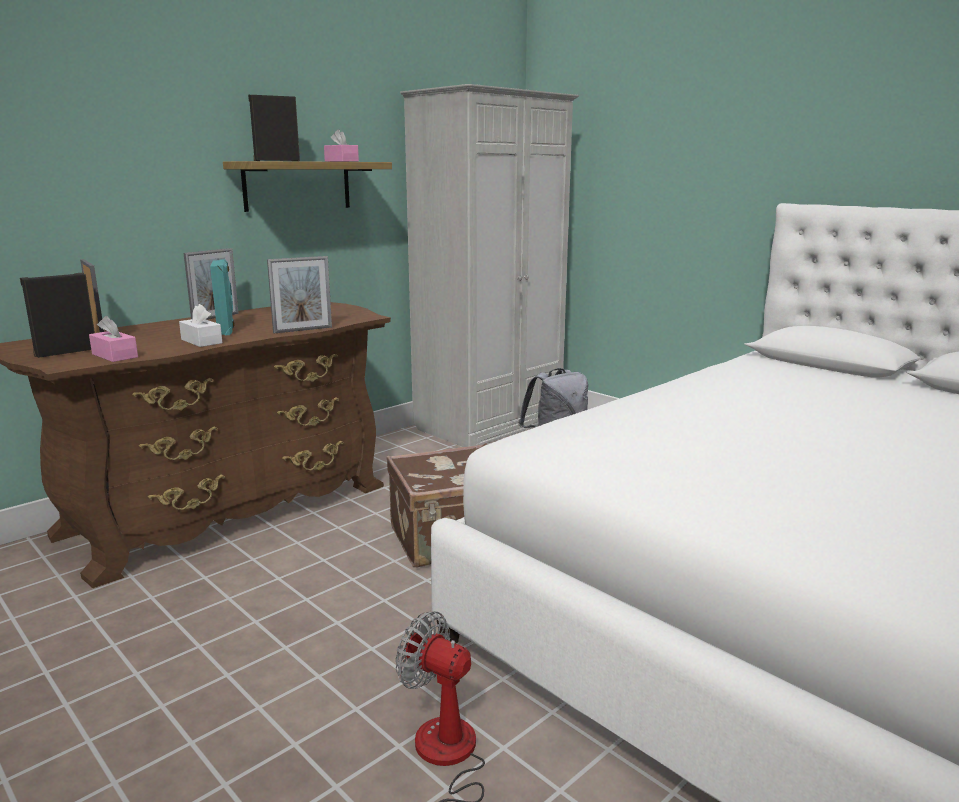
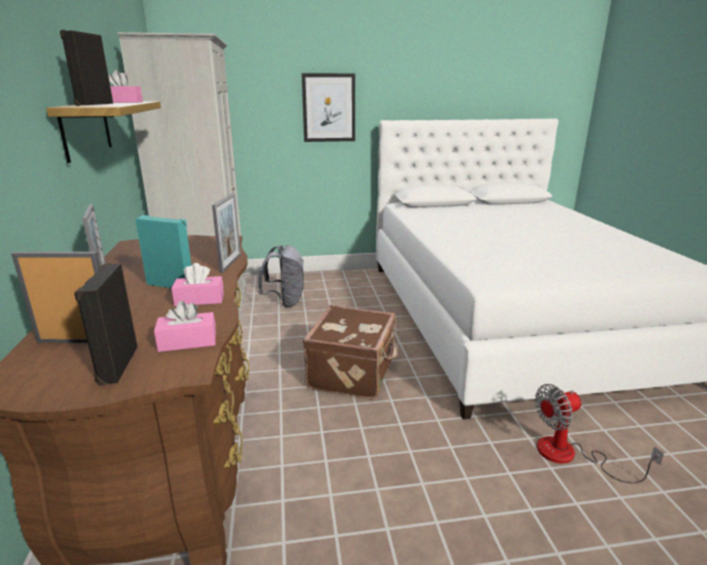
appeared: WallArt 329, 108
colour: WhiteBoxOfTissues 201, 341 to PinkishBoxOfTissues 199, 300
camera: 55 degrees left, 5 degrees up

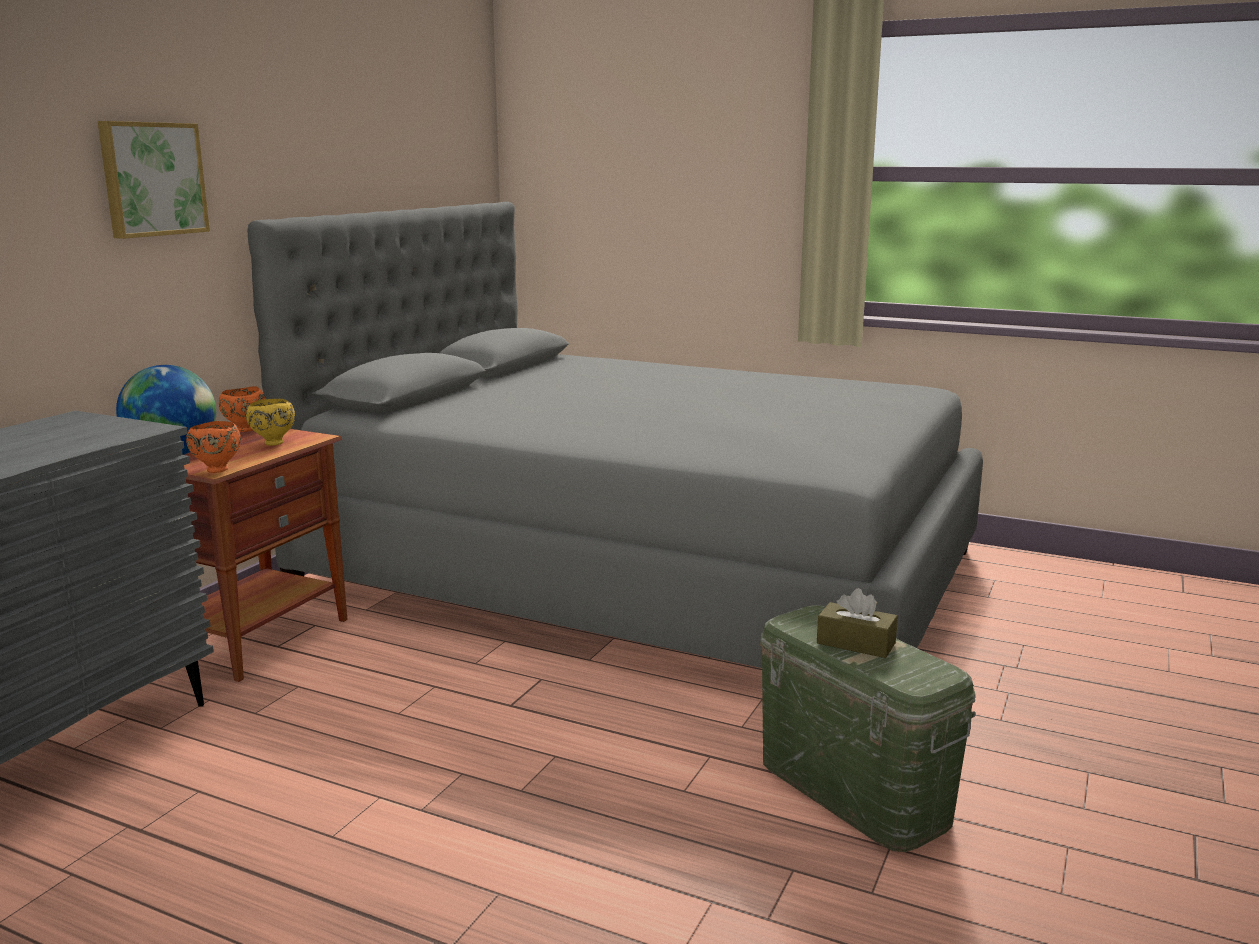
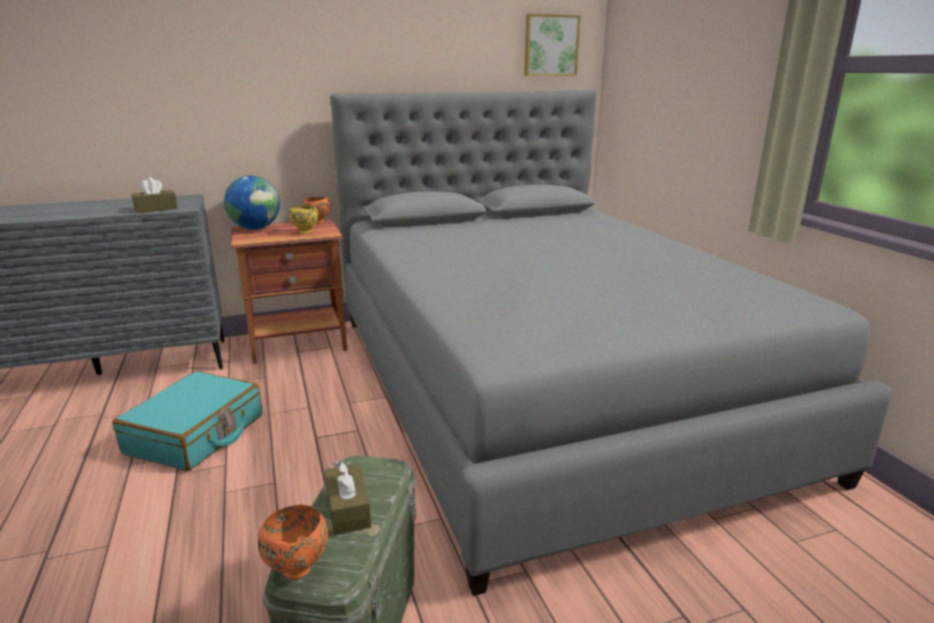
appeared: TurquoiseColouredPieceOfLuggage 196, 434; BrownColouredBoxOfTissues 156, 209
relocated: WallArt 152, 179 to 550, 45; OrangeColouredDeepDish 217, 469 to 298, 568
camera: 45 degrees right, 5 degrees up

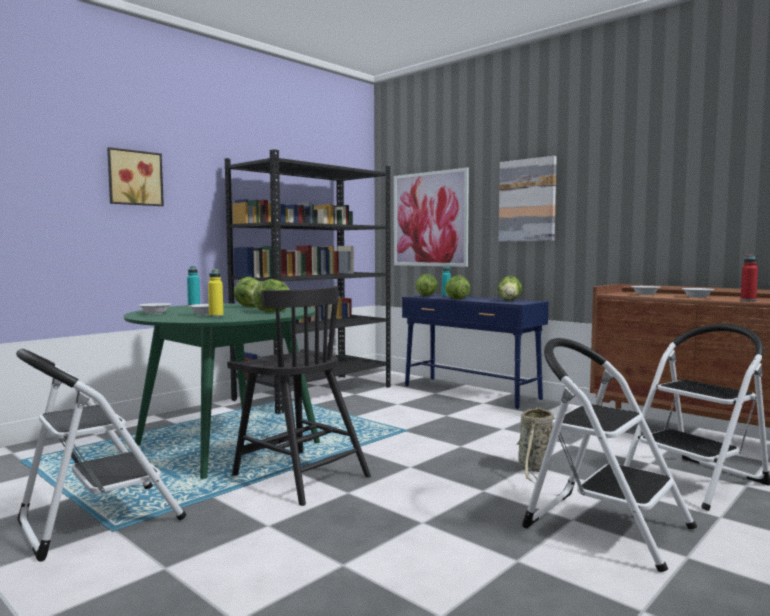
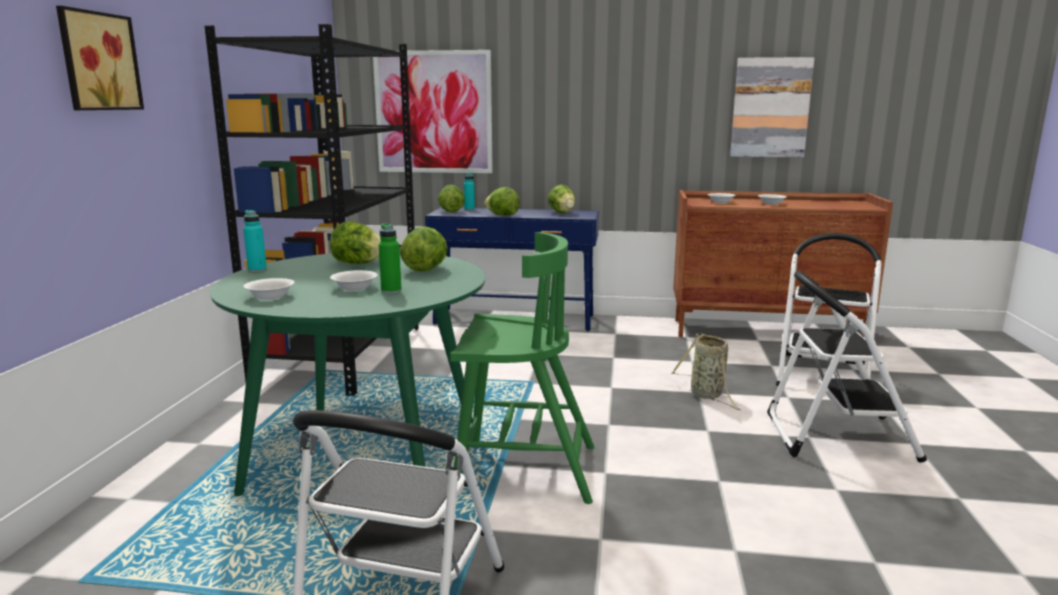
missing: RedColouredBeverageBottle 748, 300
relocated: WallArt 527, 200 to 770, 108
colour: YellowColouredBeverageBottle 216, 316 to GreenishBeverageBottle 391, 291; BlackUprightChair 298, 475 to GreenishUprightChair 522, 469
camera: 35 degrees left, 10 degrees up

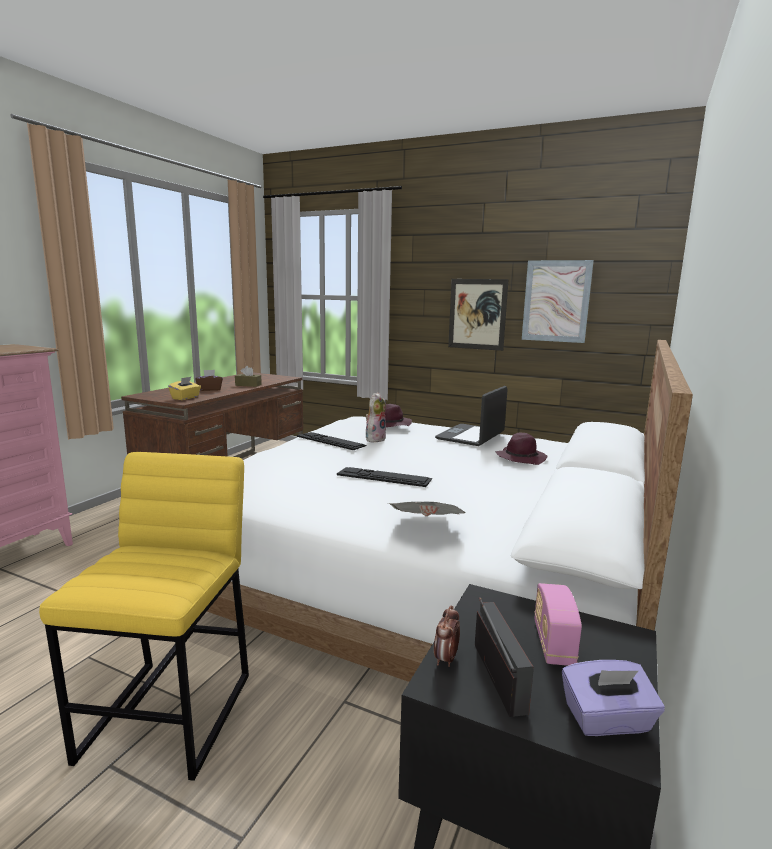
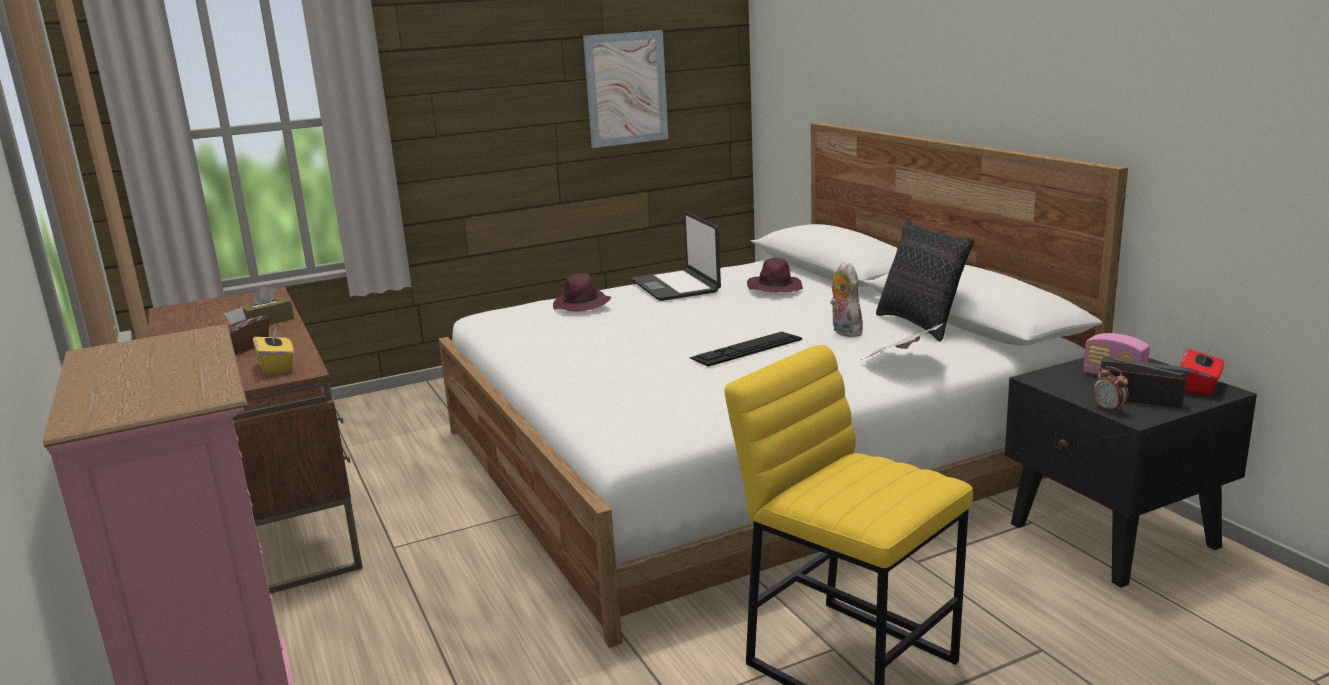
missing: Keyboard 330, 441; WallArt 477, 314
appeared: BlackPillow 919, 325
relocated: PlushToy 375, 439 to 844, 332
colour: PurpleBoxOfTissues 607, 720 to RedColouredBoxOfTissues 1199, 387
camera: 50 degrees left, 5 degrees up

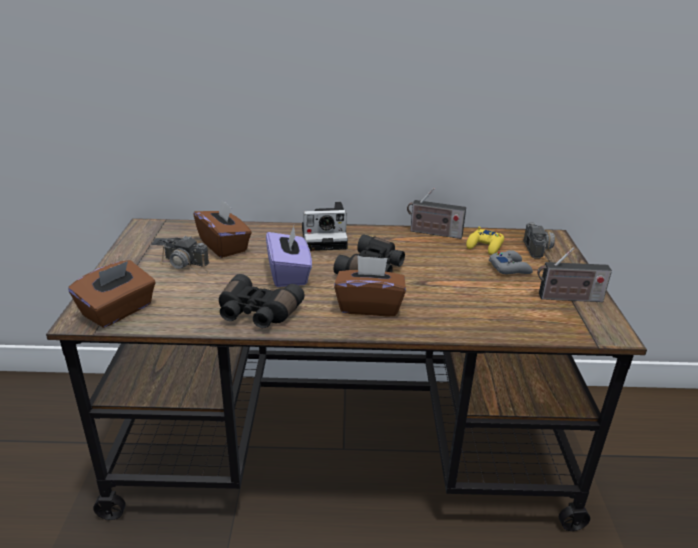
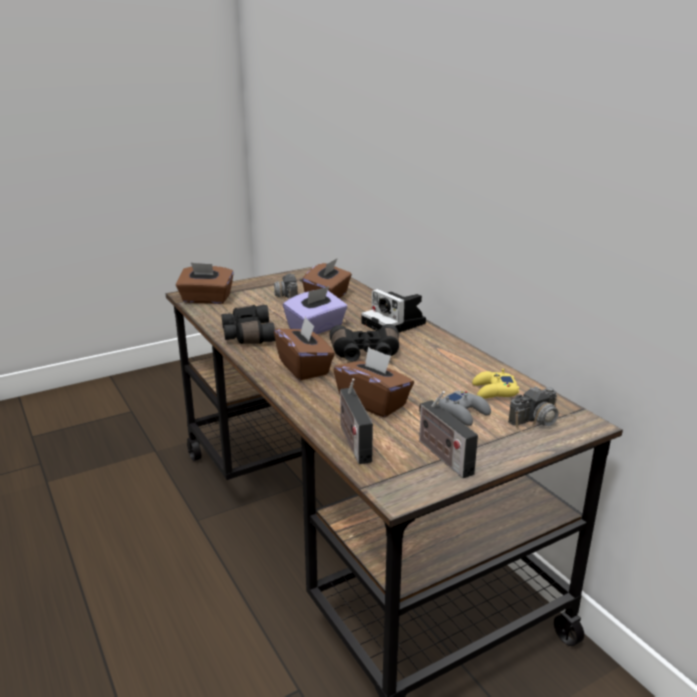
appeared: BrownColouredBoxOfTissues 373, 403
relocated: RadioSet 433, 233 to 353, 441
camera: 60 degrees right, 5 degrees down

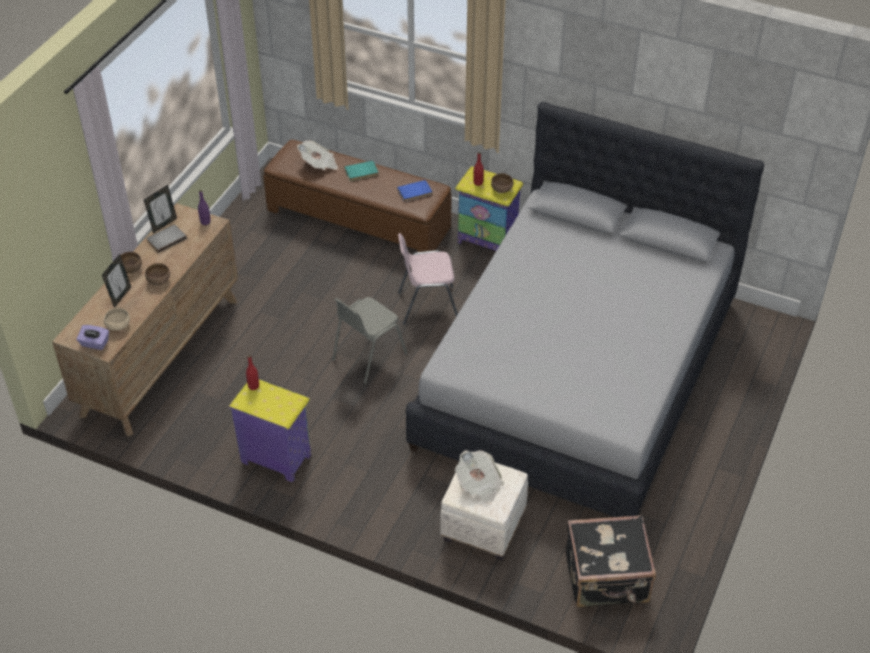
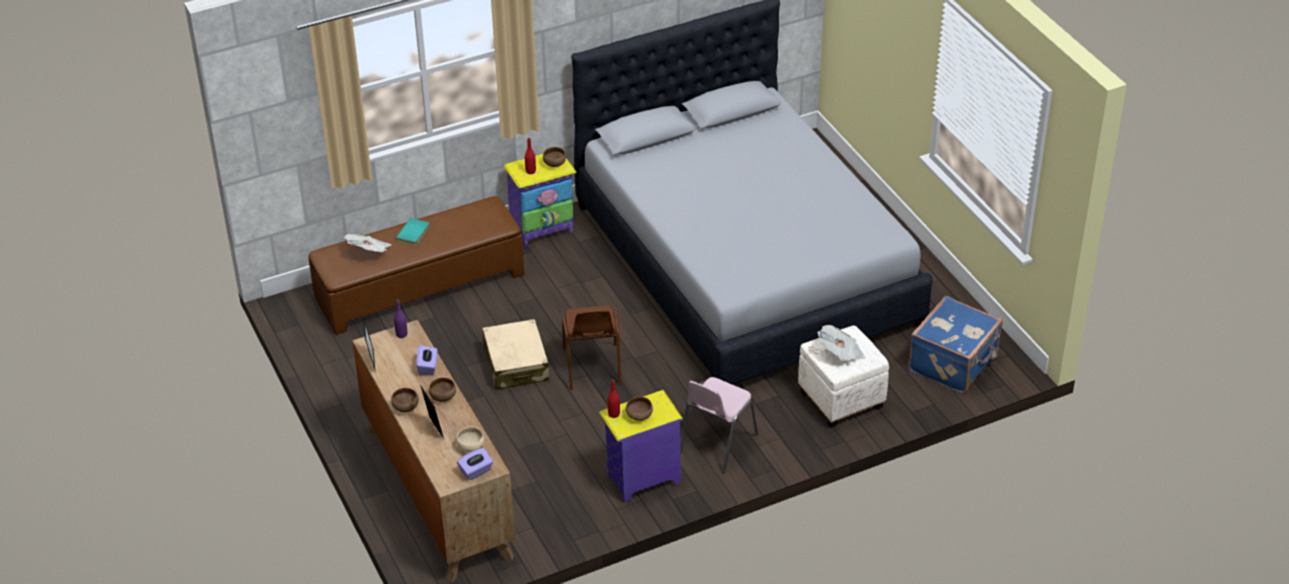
missing: GreyVolume 166, 239; BlueVolume 415, 193
appeared: PurpleBoxOfTissues 428, 367; BeigeColouredPieceOfLuggage 516, 364; BrownColouredDeepDish 639, 416
relocated: PinkishUprightChair 427, 305 to 716, 443
colour: GreyUprightChair 368, 356 to BrownColouredUprightChair 592, 367; BlackPieceOfLuggage 607, 579 to BluePieceOfLuggage 954, 364
camera: 50 degrees left, 5 degrees down

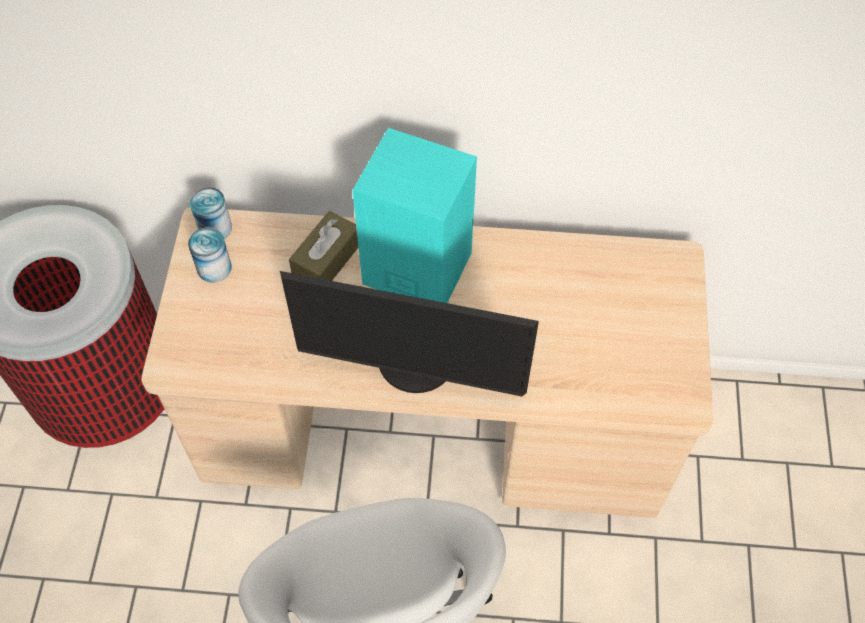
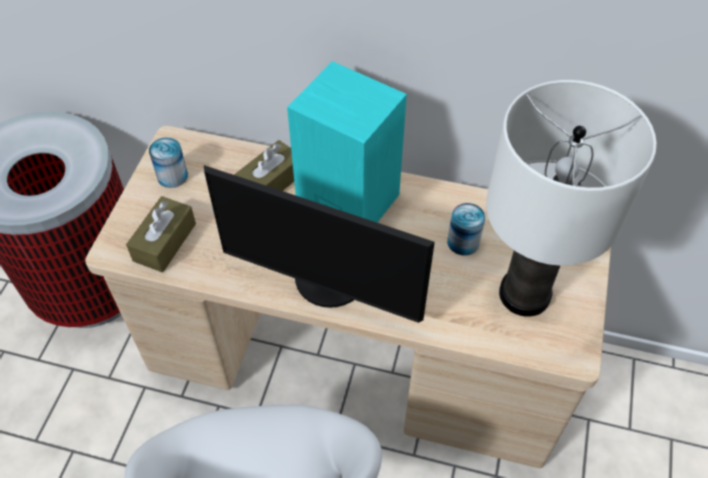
appeared: BrownColouredBoxOfTissues 165, 242; WhiteTableLamp 523, 295
relocated: Can 215, 228 to 463, 242
camera: 10 degrees right, 5 degrees down

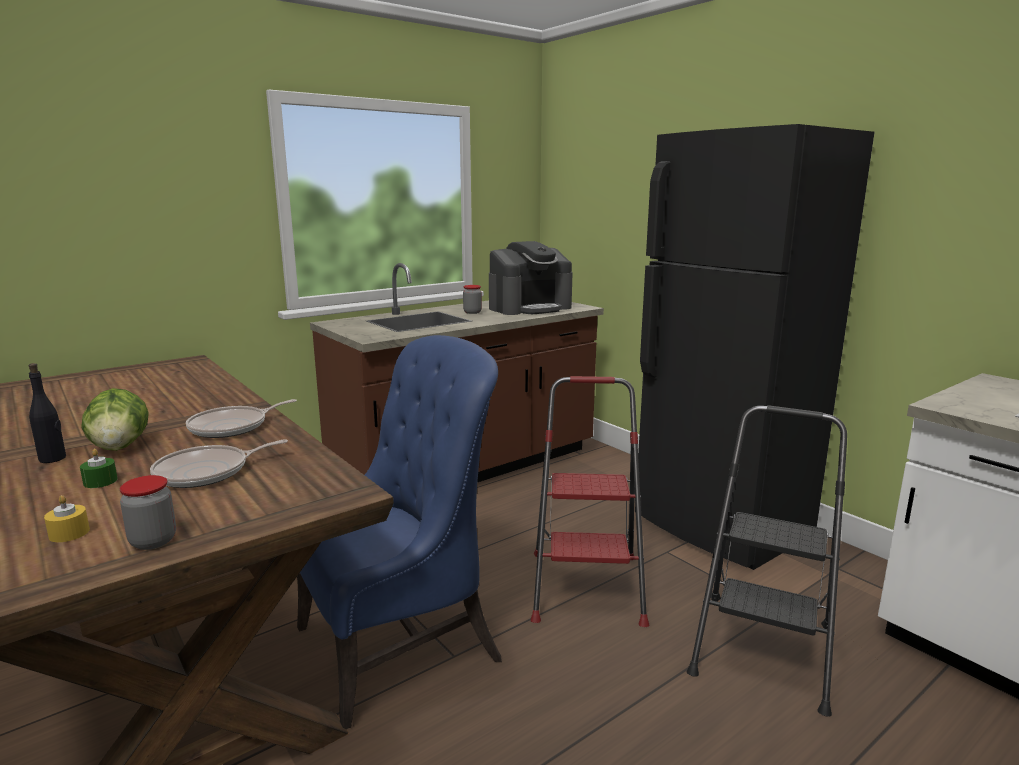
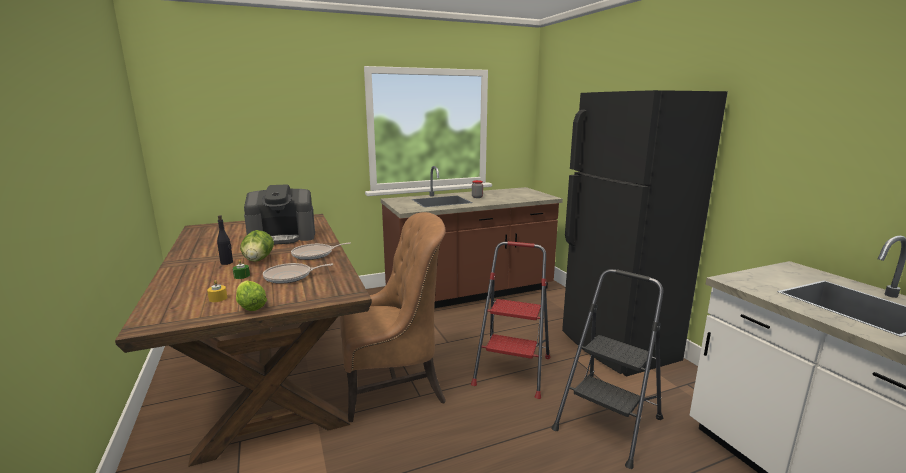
relocated: CoffeeMachine 530, 308 to 283, 237
exchanged: PreserveJar 153, 541 to Lettuce 250, 306
colour: BlueUprightChair 401, 643 to BrownColouredUprightChair 394, 384
camera: 15 degrees right, 0 degrees up

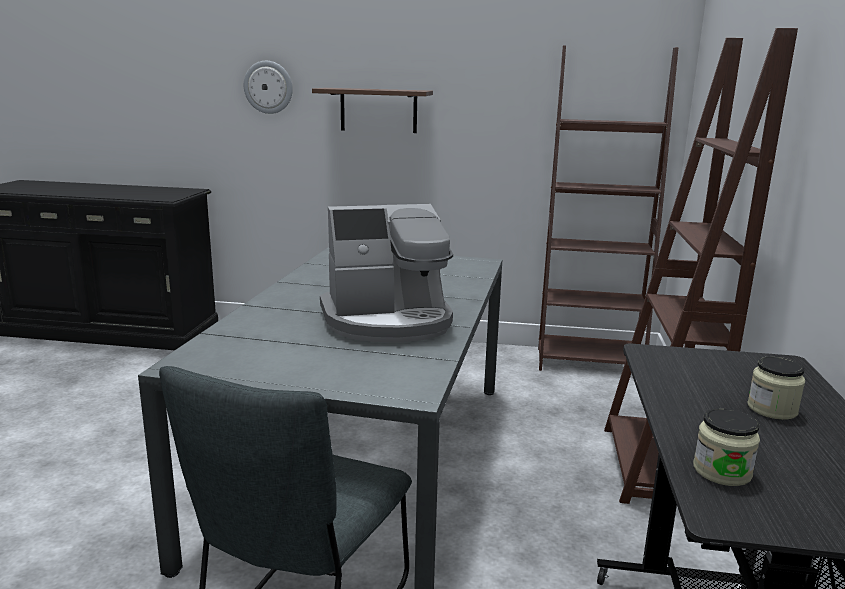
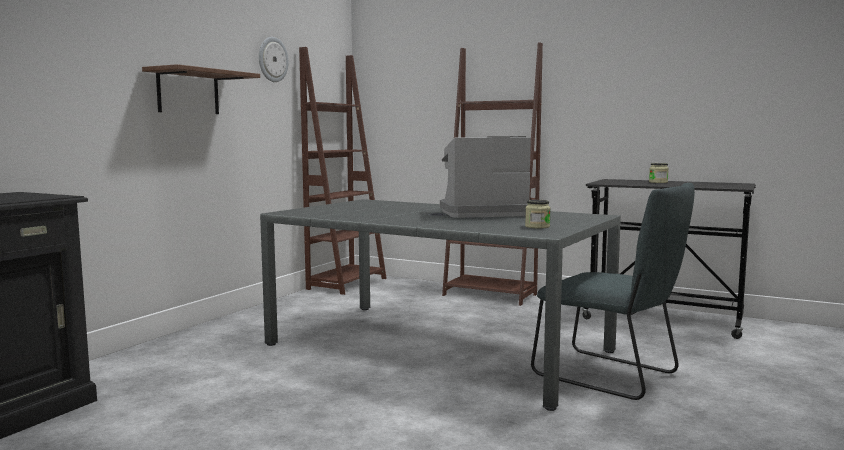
relocated: WallClock 268, 87 to 272, 59; PreserveJar 722, 471 to 537, 226
spun: CoffeeMachine 388, 321 = 483, 213 105 degrees counterclockwise
camera: 70 degrees left, 10 degrees down

